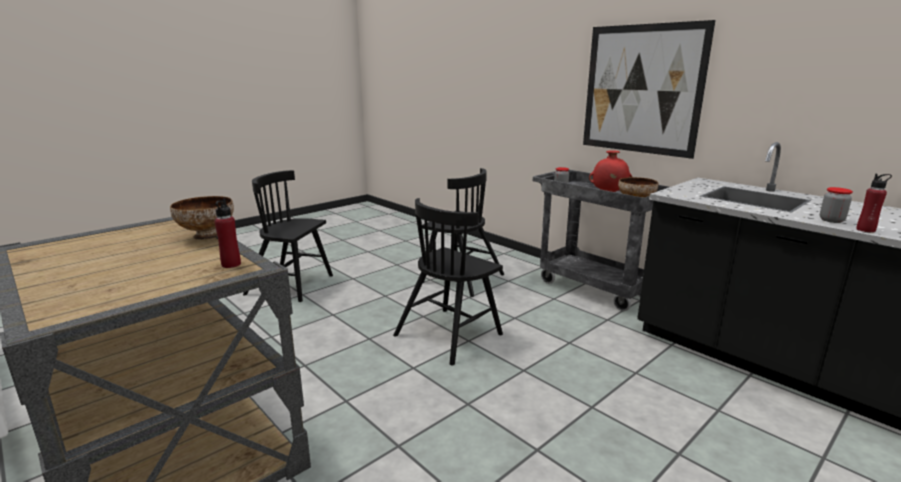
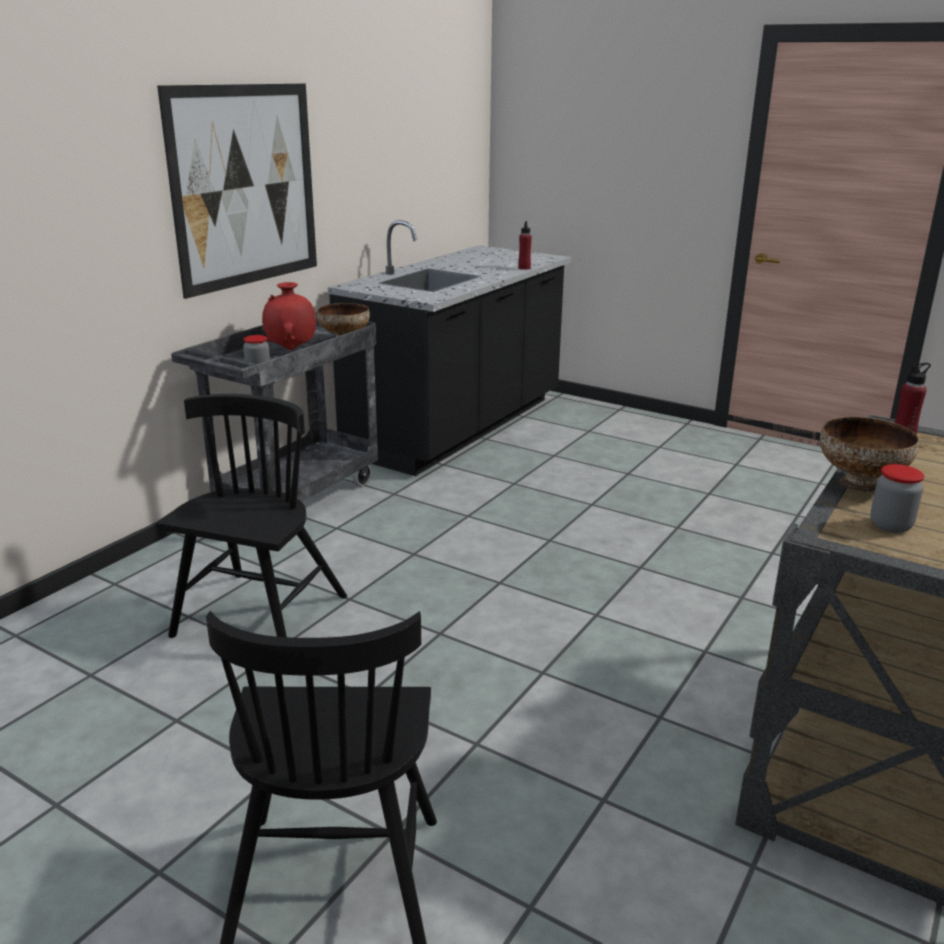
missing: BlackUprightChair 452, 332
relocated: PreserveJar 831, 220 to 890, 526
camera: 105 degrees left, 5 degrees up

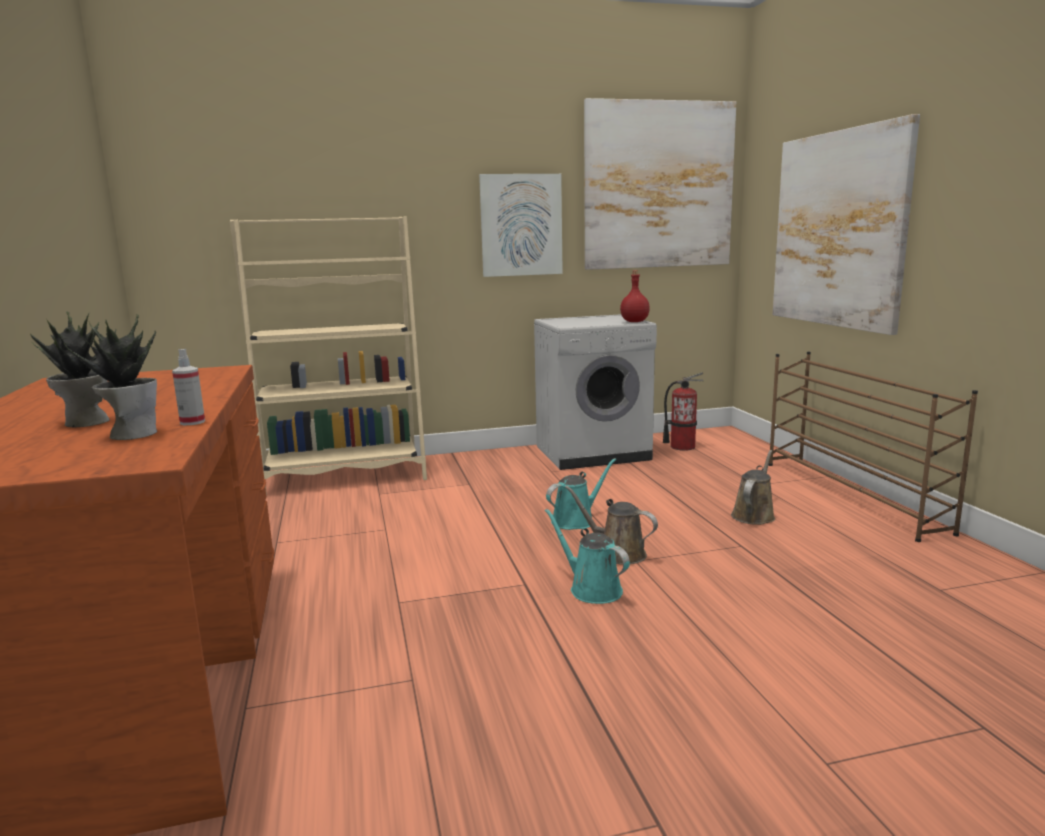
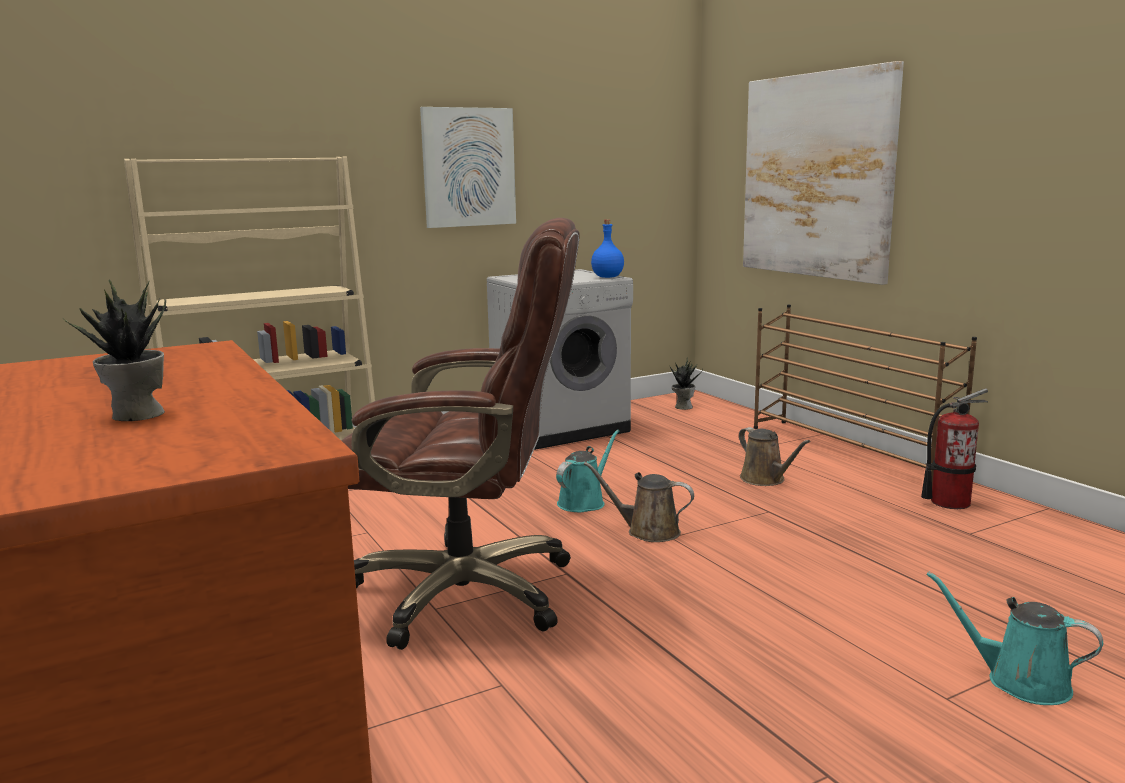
missing: Sprayer 192, 422; WallArt 658, 186
appeared: BrownColouredDeskChair 463, 591
relocated: Houseplant 133, 434 to 683, 407; TurquoiseColouredSprinklingCan 591, 589 to 1019, 681; Extinguisher 682, 447 to 949, 502
colour: RedColouredBeverageBottle 634, 321 to BlueBeverageBottle 607, 277
spun: BrownColouredSprinklingCan 754, 515 = 765, 480 135 degrees clockwise
camera: 15 degrees left, 0 degrees up

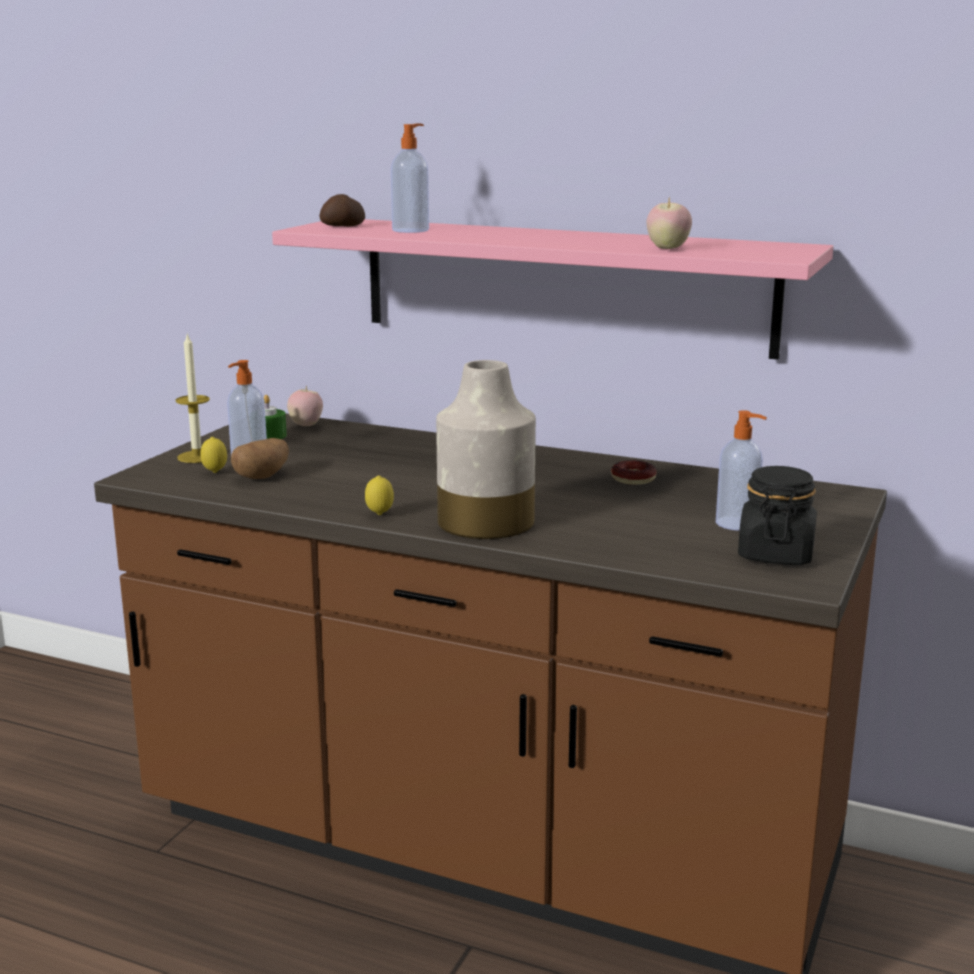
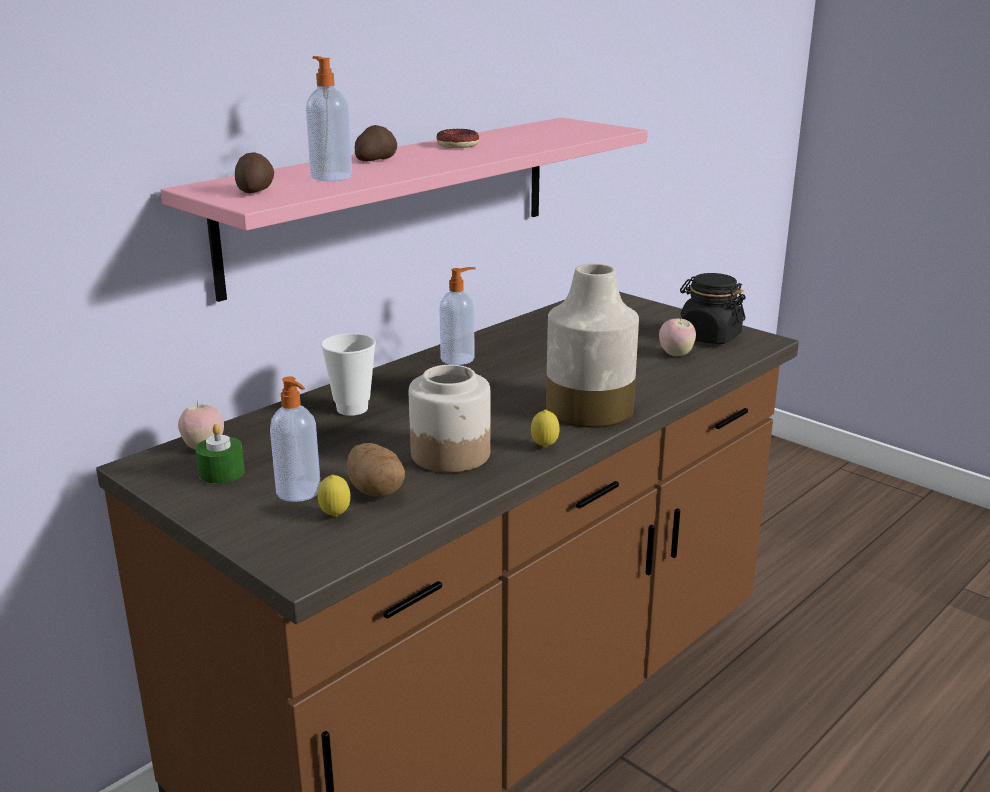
missing: WaxLight 197, 457
appeared: SmallCup 352, 409; WholePotato 375, 159; PreserveJar 451, 454
relocated: Doughnut 633, 479 to 457, 145; AppleFruit 667, 248 to 675, 354; SoapDispenser 738, 524 to 458, 359
camera: 70 degrees left, 5 degrees up

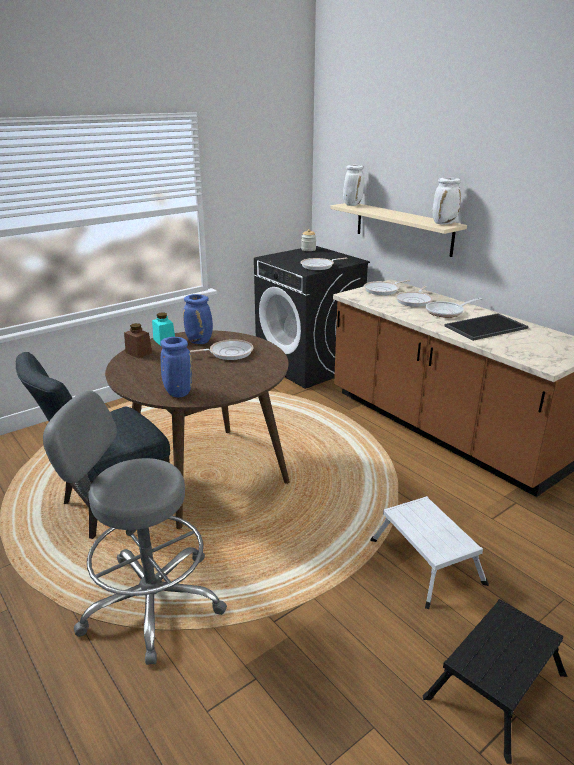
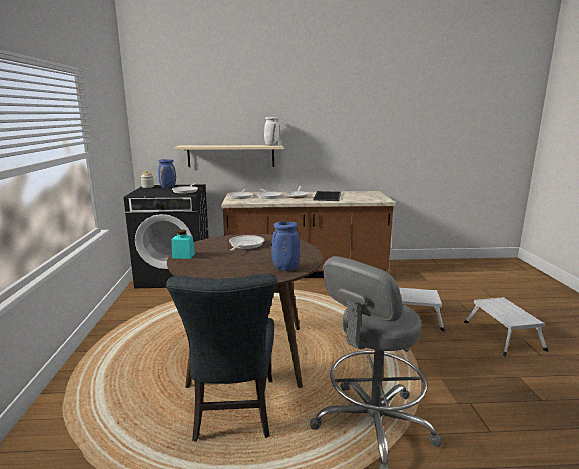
missing: BrownColouredPreserveJar 138, 353; WhiteVase 352, 204
relocated: BlueVase 200, 342 to 168, 187
colour: BlackStepStool 495, 686 to WhiteStepStool 503, 336
camera: 55 degrees left, 10 degrees down

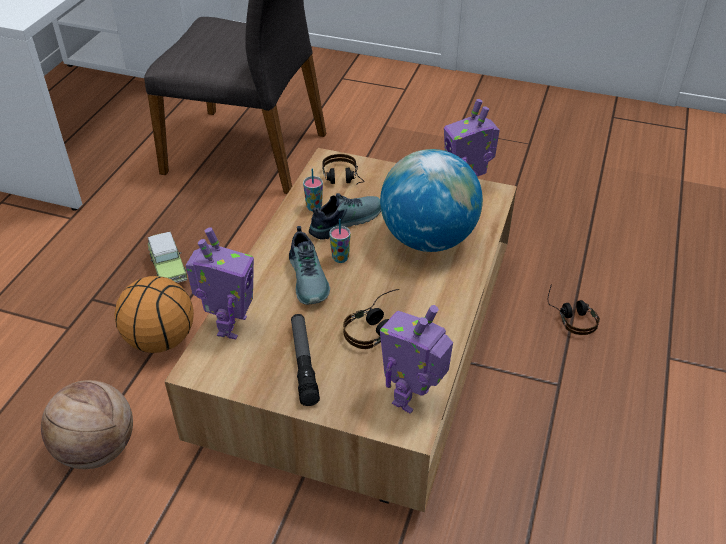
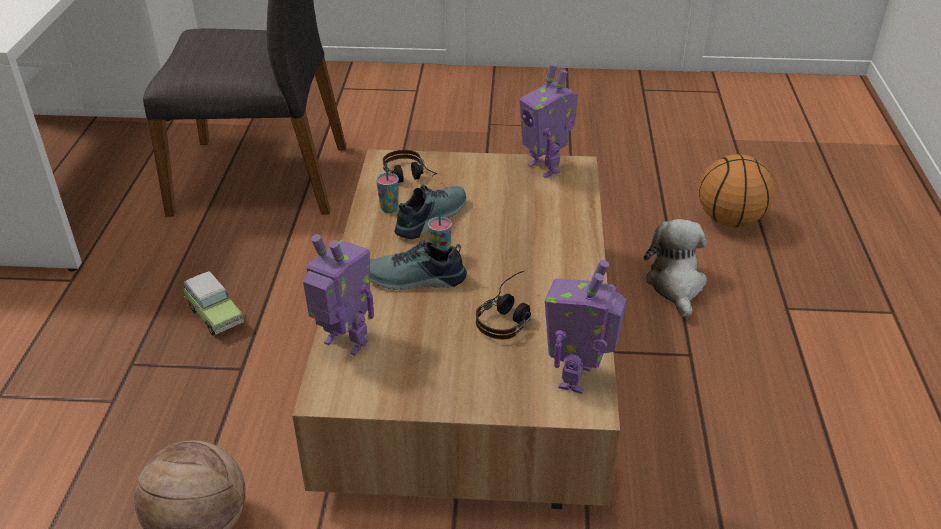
missing: Flashlight 303, 363; Globe 428, 239
relocated: BasketballBall 160, 339 to 729, 220
exchanged: Headset 570, 315 to PlushToy 676, 285
spun: ModelRobot 229, 325 = 344, 344 60 degrees counterclockwise; LowShoe 310, 278 = 415, 280 120 degrees clockwise
camera: 15 degrees left, 5 degrees down

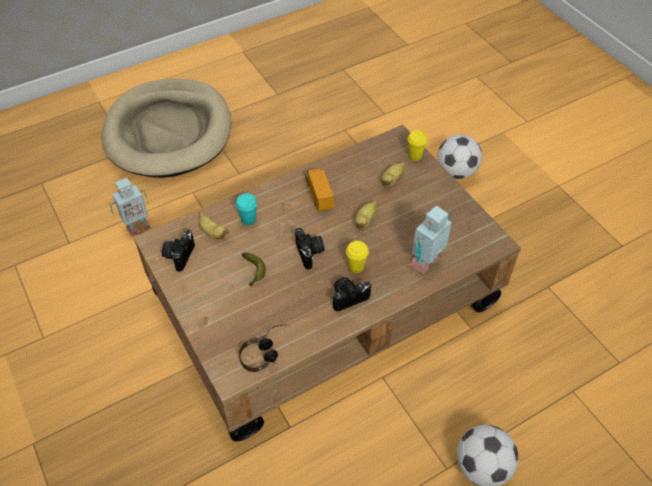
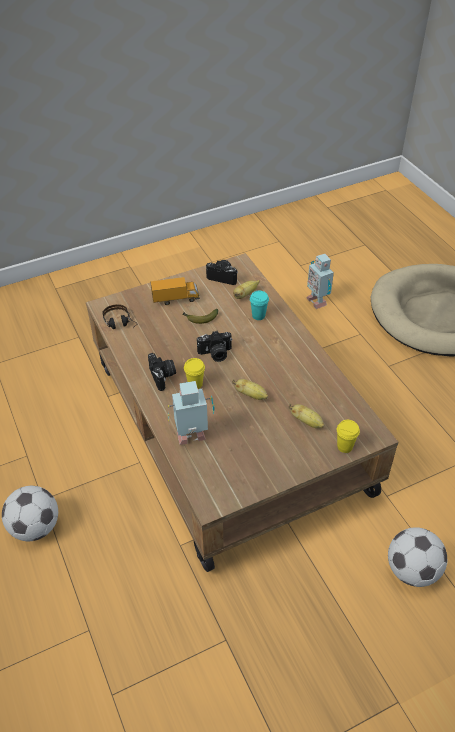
relocated: ToyTruck 319, 195 to 176, 299
spun: ModelRobot 427, 263 = 192, 438 60 degrees counterclockwise
camera: 95 degrees right, 5 degrees down

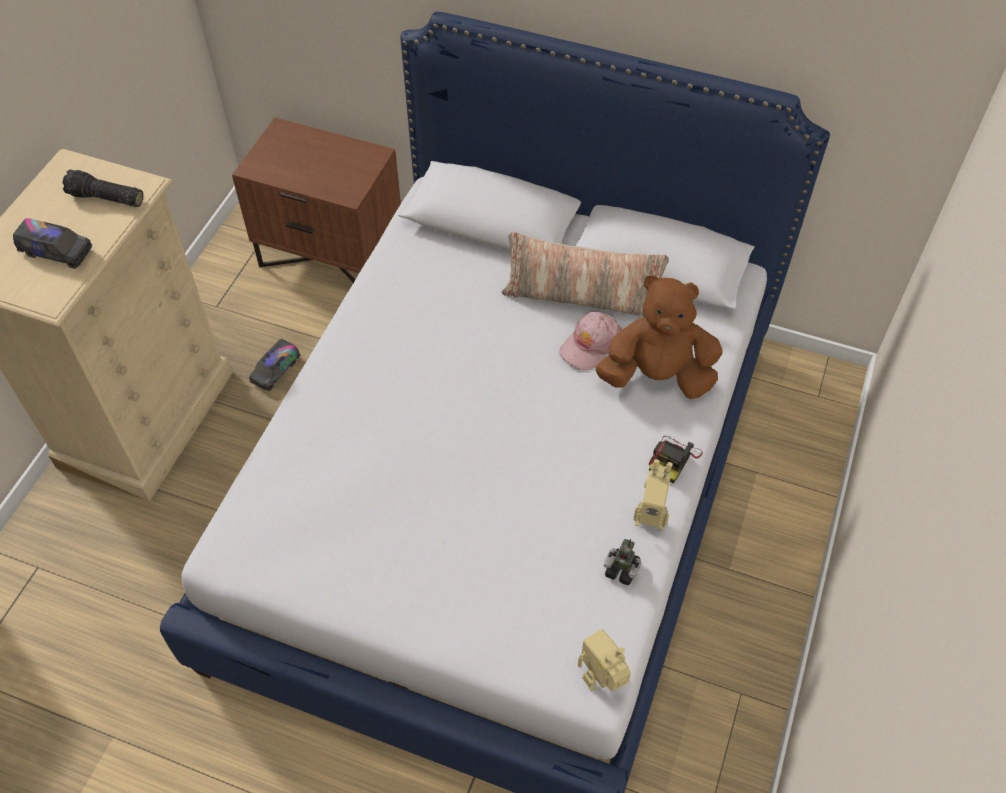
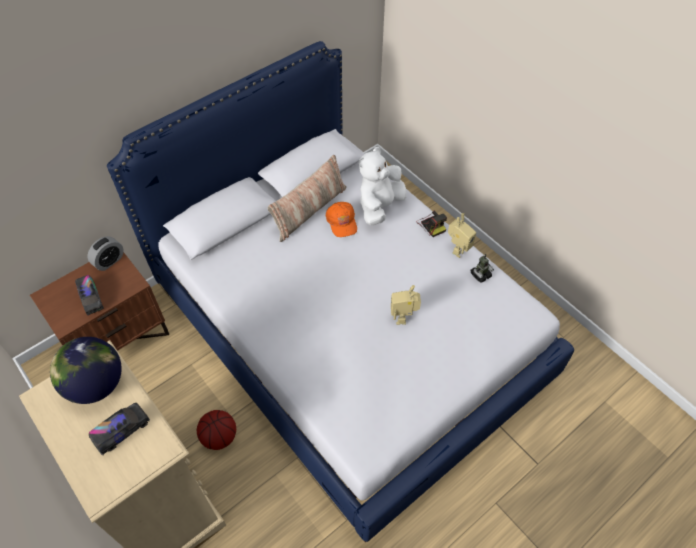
appeared: AlarmClock 109, 261; BasketballBall 219, 437
relocated: ToyTruck 276, 370 to 91, 299; ModelRobot 602, 681 to 403, 317
exchanged: Flashlight 105, 199 to Globe 96, 384
colour: PinkishCap 591, 345 to OrangeColouredCap 342, 222; BrownColouredPlushToy 657, 376 to WhitePlushToy 379, 206
camera: 60 degrees left, 0 degrees up

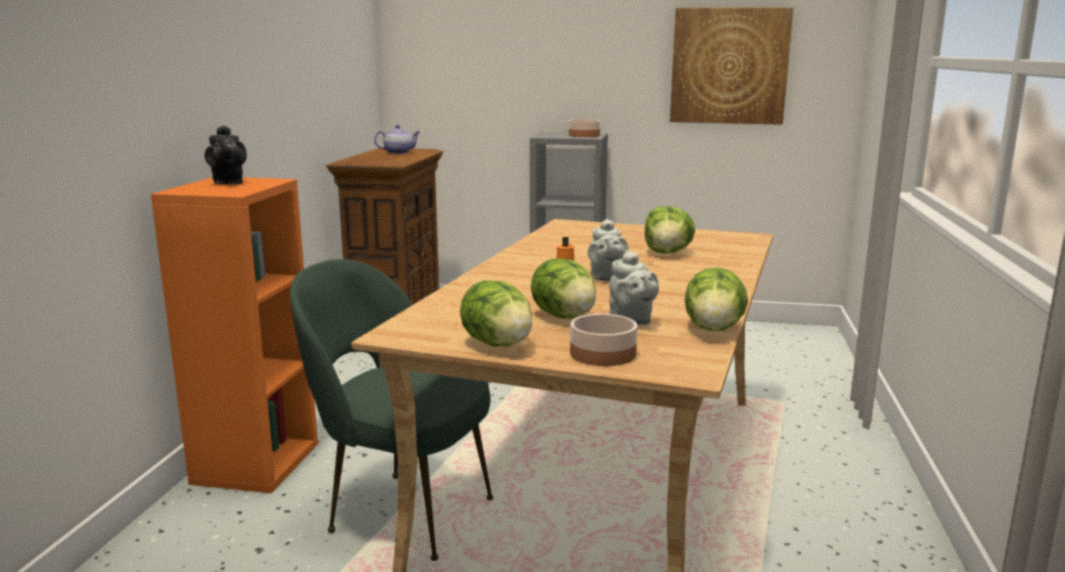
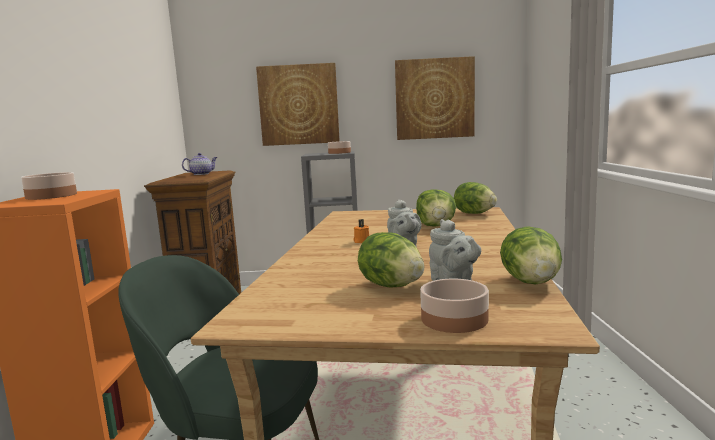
appeared: WallArt 298, 105
relocated: Lettuce 498, 344 to 474, 213
exchanged: BlackTeapot 228, 183 to DeepDish 52, 196
camera: 10 degrees left, 5 degrees down

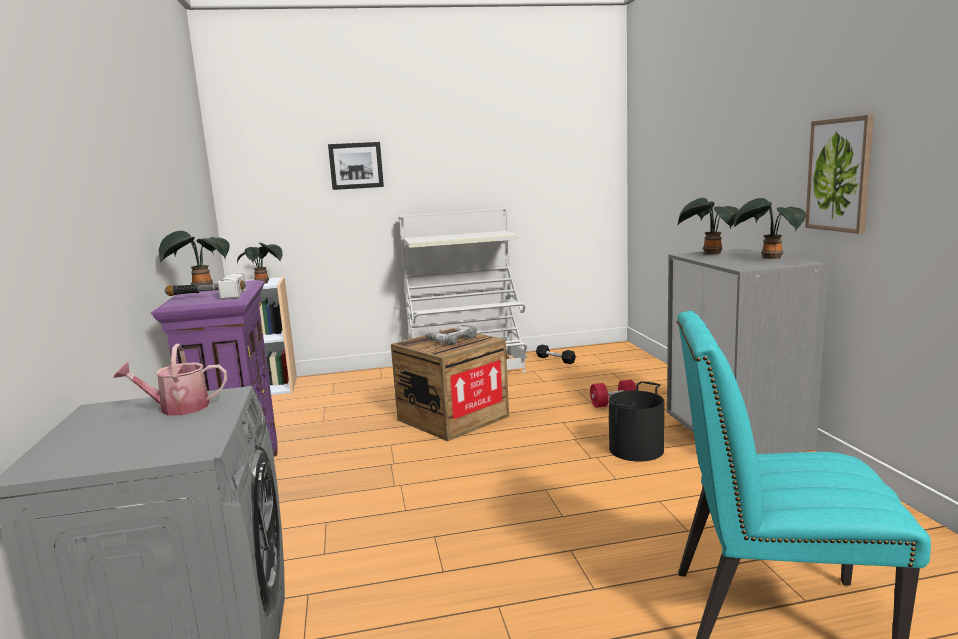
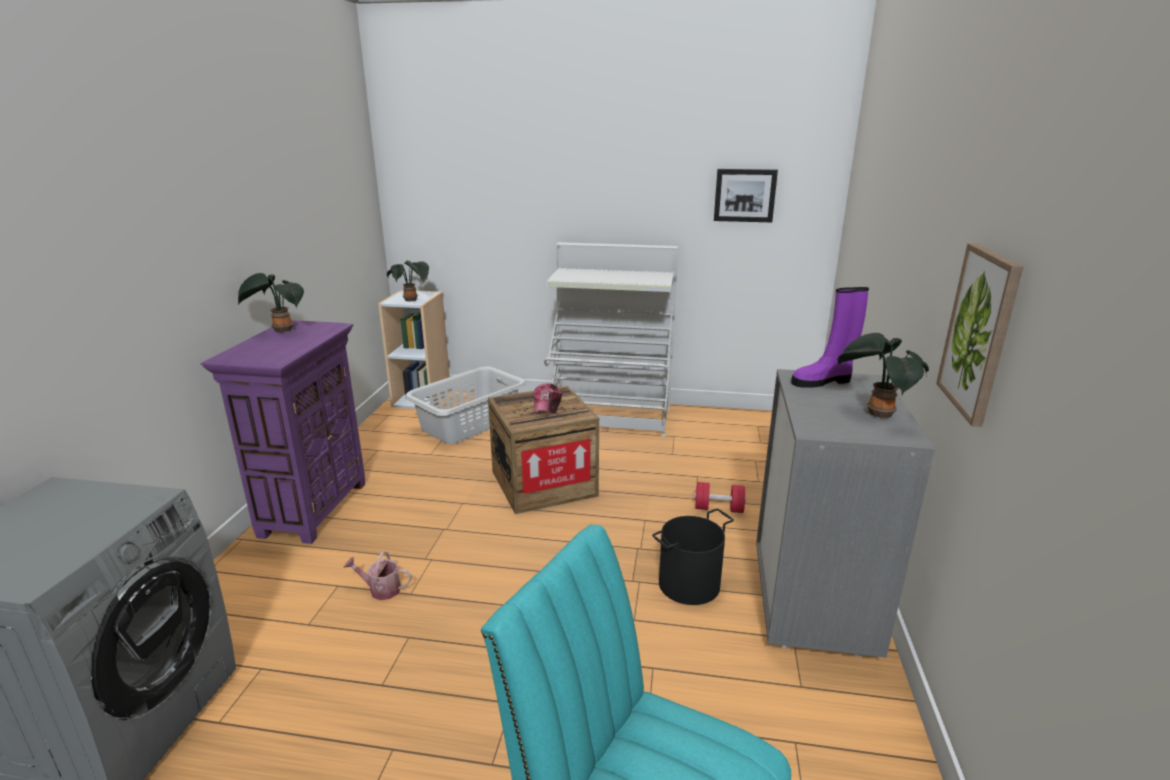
missing: ToolHammer 206, 297; BlackHandWeight 555, 359
appeared: GreyHamper 470, 423
relocated: SprinklingCan 177, 408 to 381, 589; WallArt 356, 165 to 744, 195
exchanged: Drill 451, 339 to Cap 547, 405; Houseplant 710, 254 to PurpleHighTopBoot 823, 381
camera: 20 degrees right, 10 degrees up

